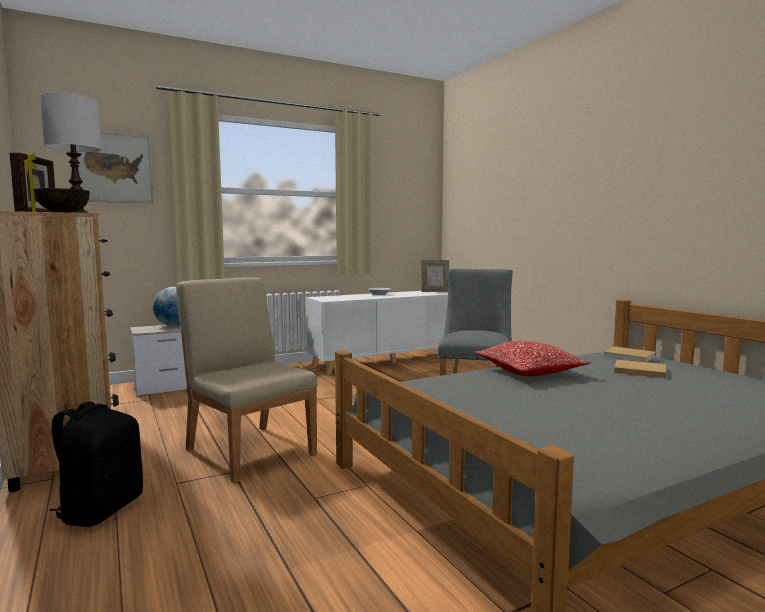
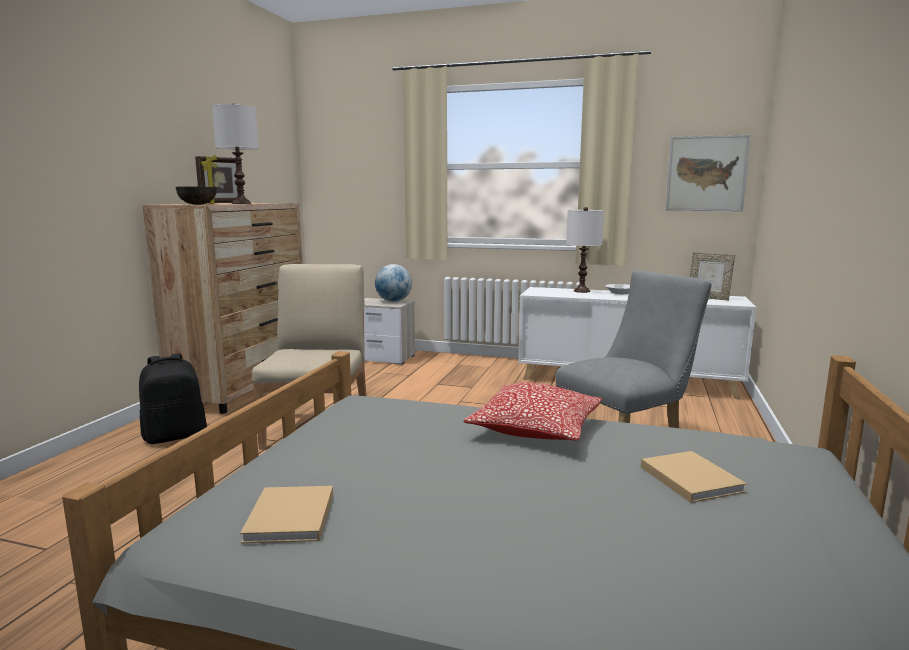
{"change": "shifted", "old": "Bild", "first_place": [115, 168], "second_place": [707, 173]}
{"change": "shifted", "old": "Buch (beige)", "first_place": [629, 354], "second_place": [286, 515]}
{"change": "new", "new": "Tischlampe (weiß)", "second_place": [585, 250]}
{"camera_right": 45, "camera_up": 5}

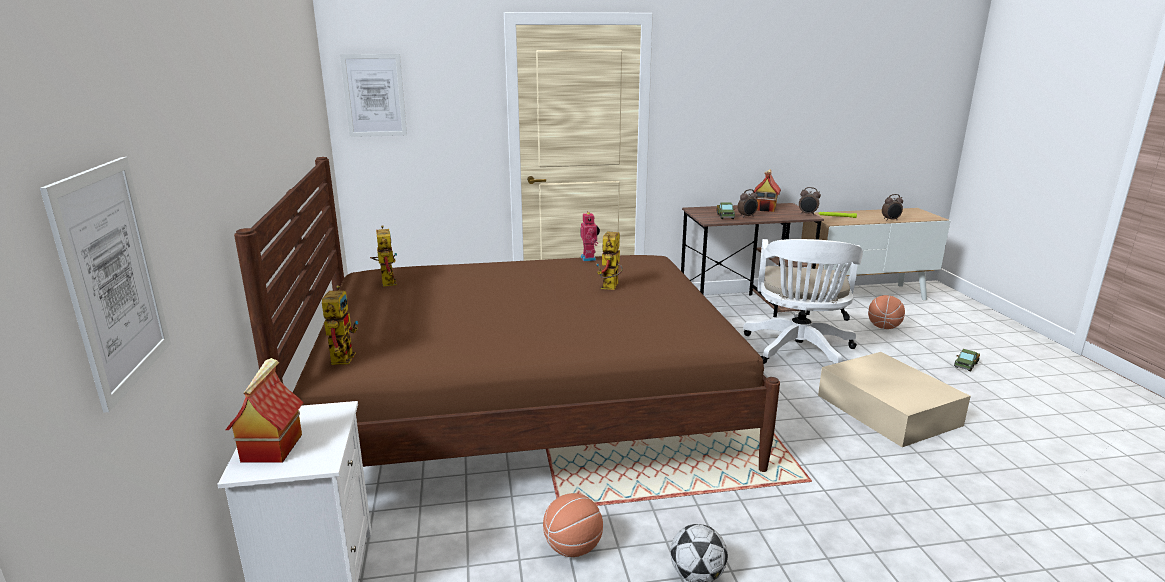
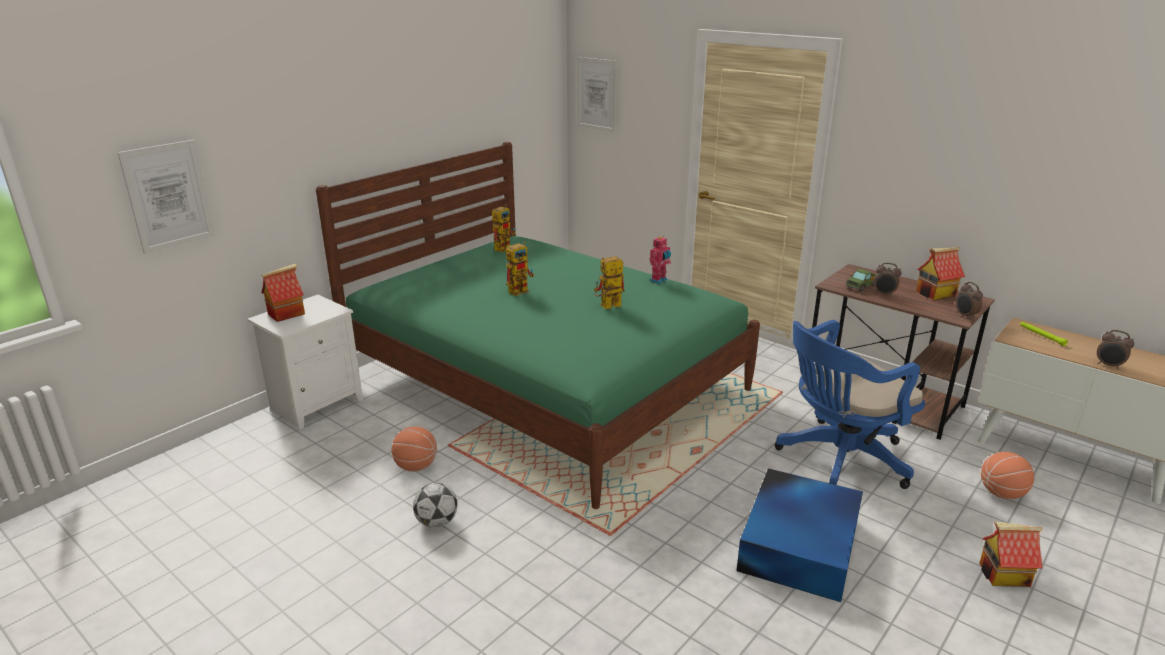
{"change": "repainted", "old": "Bett (braun)", "new": "Bett (grün)", "first_place": [507, 314], "second_place": [538, 325]}
{"change": "shifted", "old": "Spielzeugroboter", "first_place": [340, 325], "second_place": [520, 268]}
{"change": "repainted", "old": "Bürostuhl (weiß)", "new": "Bürostuhl (blau)", "first_place": [803, 301], "second_place": [849, 404]}
{"change": "repainted", "old": "Aufbewahrungsbox (beige)", "new": "Aufbewahrungsbox (blau)", "first_place": [894, 399], "second_place": [800, 535]}
{"change": "swapped", "old": "Spielzeuglaster", "new": "Spielzeughaus", "first_place": [967, 360], "second_place": [1011, 554]}
{"camera_right": 50, "camera_up": 5}

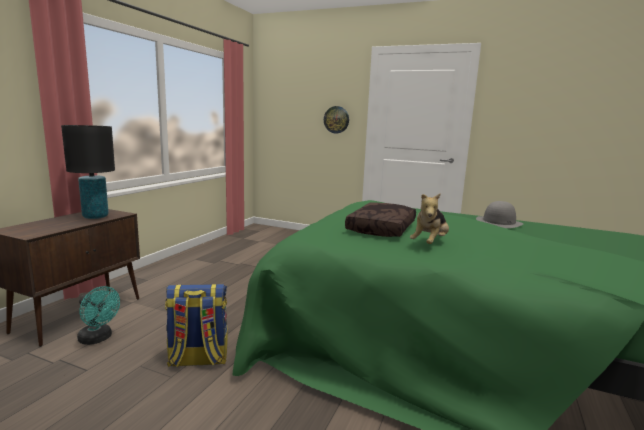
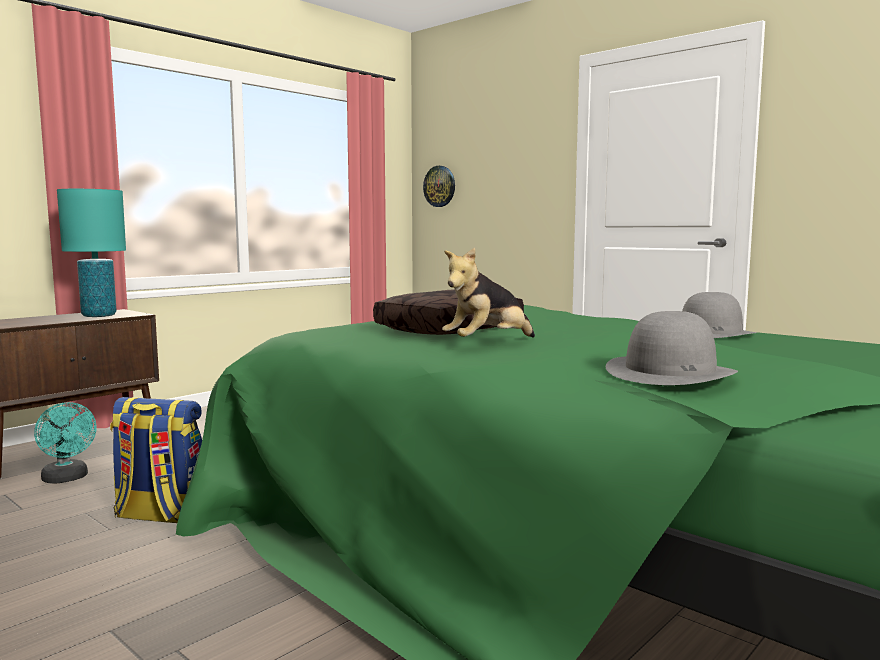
{"change": "repainted", "old": "Tischlampe (schwarz)", "new": "Tischlampe (türkis)", "first_place": [88, 172], "second_place": [91, 253]}
{"change": "shifted", "old": "Wanduhr", "first_place": [336, 119], "second_place": [439, 186]}
{"change": "new", "new": "Hut (grau)", "second_place": [672, 348]}
{"camera_right": 20, "camera_up": -5}

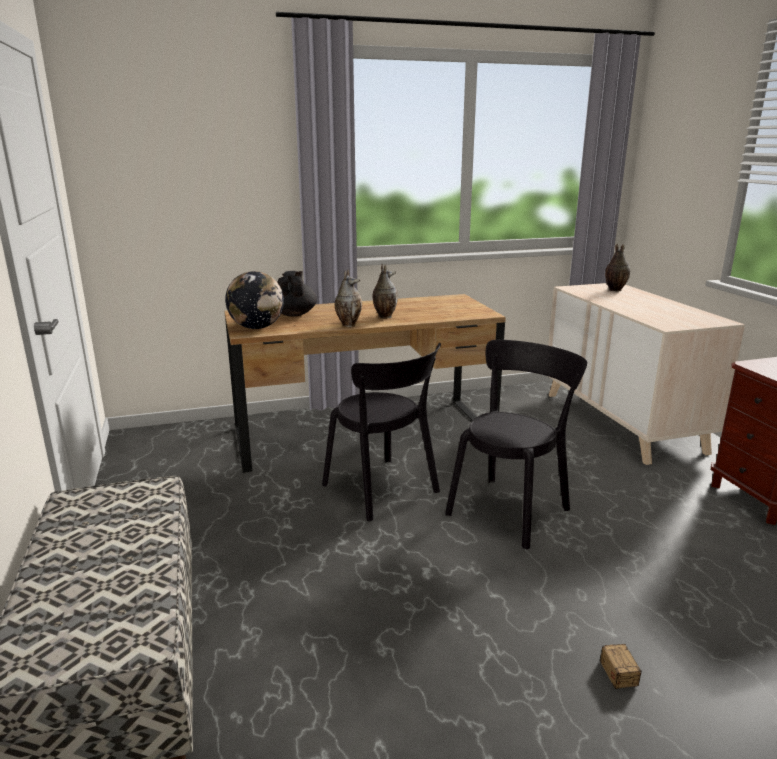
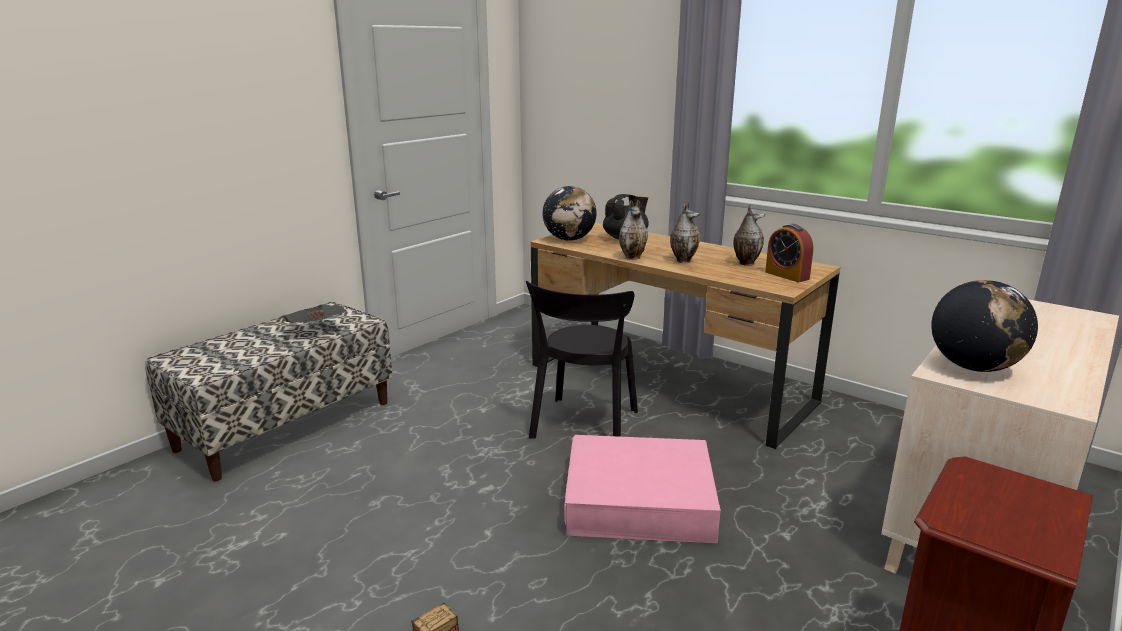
{"change": "swapped", "old": "Stuhl (schwarz)", "new": "Aufbewahrungsbox (rosa)", "first_place": [516, 444], "second_place": [642, 489]}
{"change": "shifted", "old": "Vase", "first_place": [617, 267], "second_place": [749, 235]}
{"change": "new", "new": "Zeitung", "second_place": [314, 314]}
{"change": "new", "new": "Wecker", "second_place": [789, 253]}
{"change": "new", "new": "Globus", "second_place": [984, 326]}
{"camera_right": 55, "camera_up": 0}

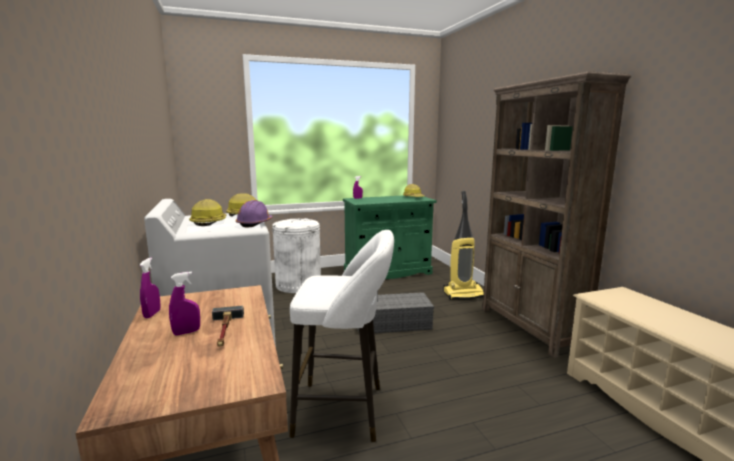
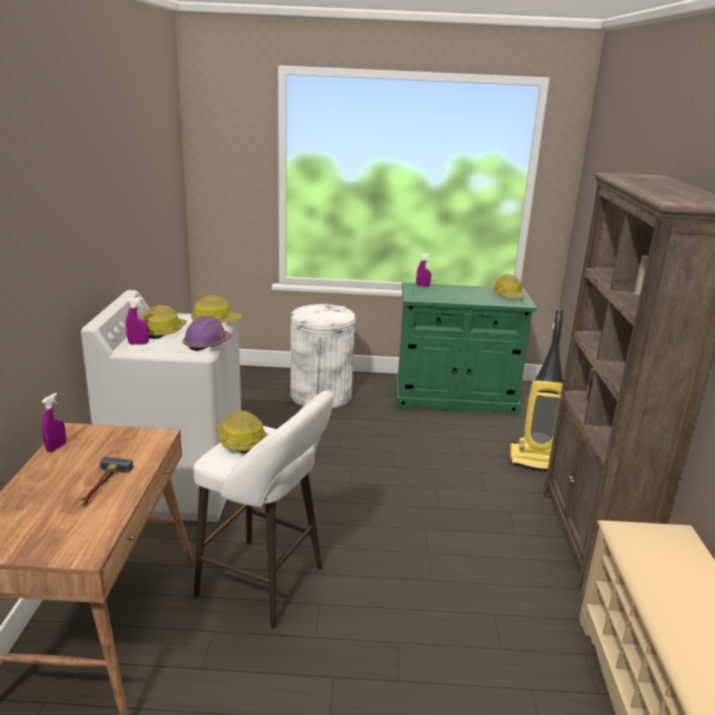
{"change": "shifted", "old": "Sprühflasche (lila)", "first_place": [184, 303], "second_place": [137, 321]}
{"change": "gone", "old": "Aufbewahrungsbox (grau)", "first_place": [396, 312]}
{"change": "new", "new": "Schutzhelm", "second_place": [241, 432]}
{"camera_right": 20, "camera_up": 10}

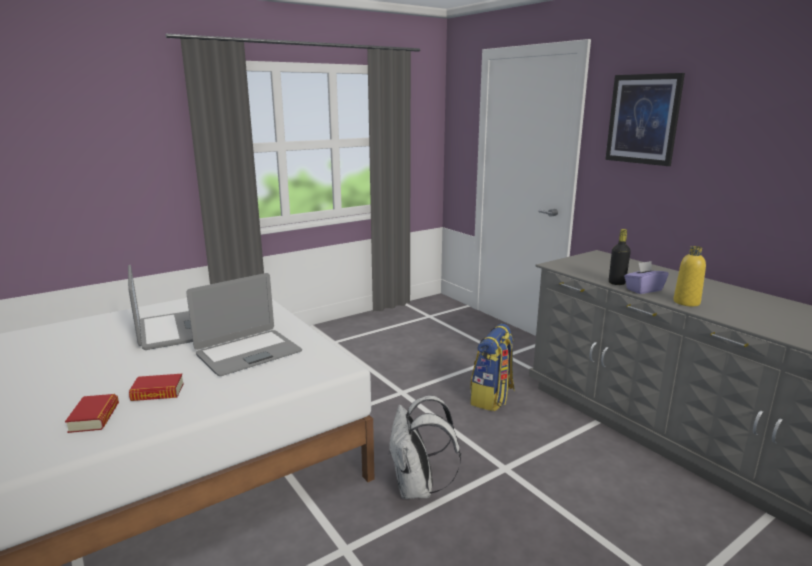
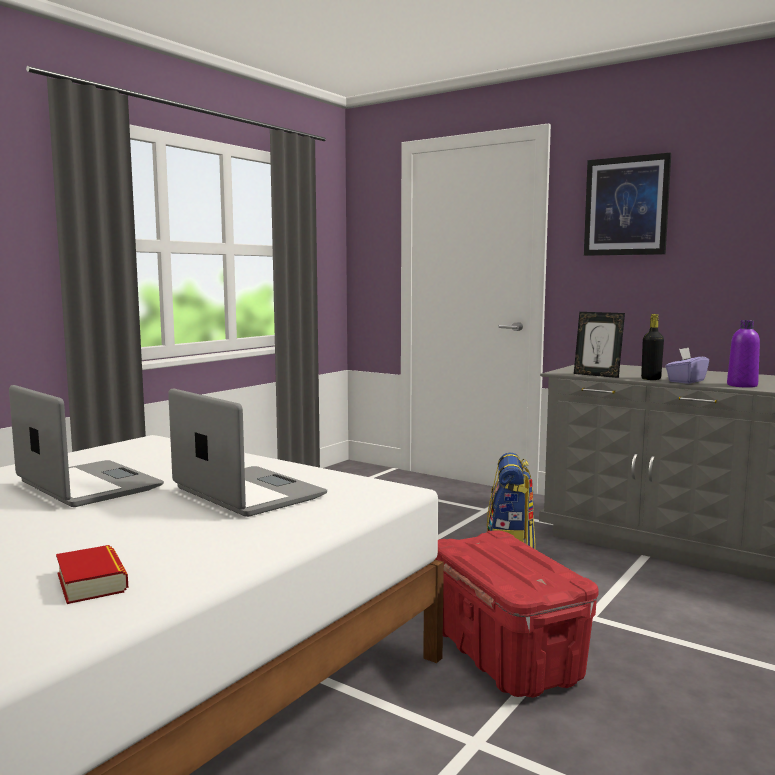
{"change": "gone", "old": "Buch", "first_place": [156, 387]}
{"change": "rotated", "old": "Laptop", "first_place": [244, 324], "second_place": [247, 452], "degrees": -75}
{"change": "swapped", "old": "Rucksack (weiß)", "new": "Aufbewahrungsbox (rot)", "first_place": [425, 447], "second_place": [517, 614]}
{"change": "repainted", "old": "Flasche (gelb)", "new": "Flasche (lila)", "first_place": [689, 276], "second_place": [743, 354]}
{"change": "new", "new": "Bilderrahmen", "second_place": [599, 345]}
{"camera_right": -20, "camera_up": -10}

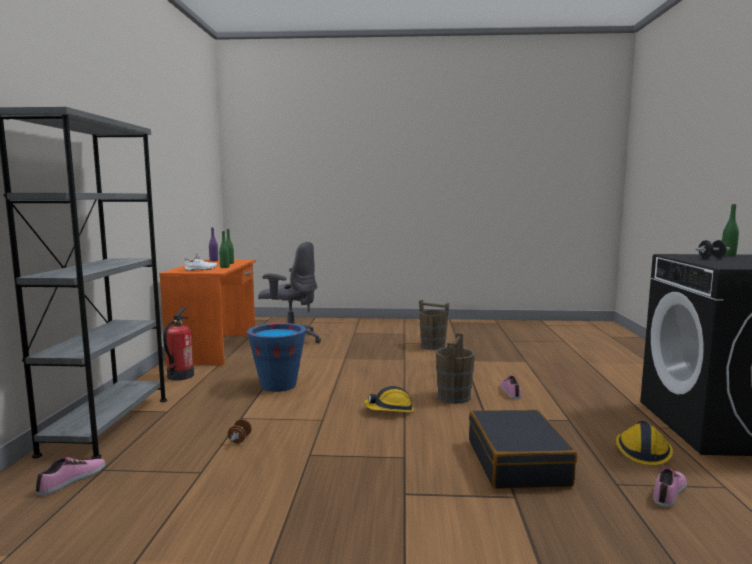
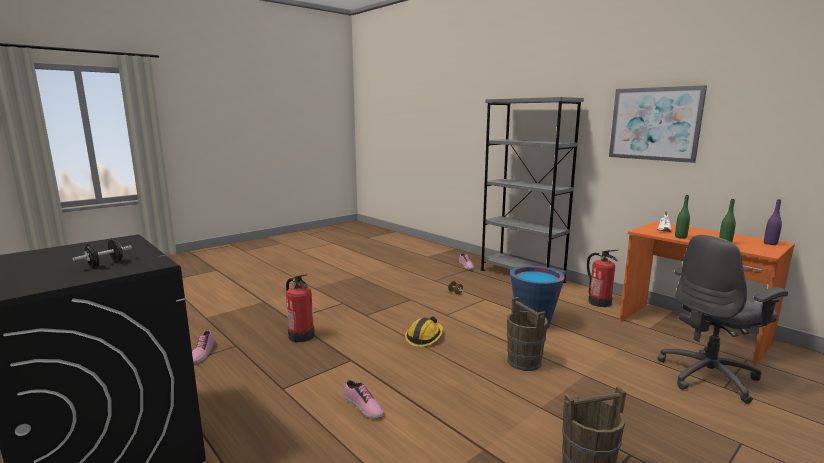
{"change": "shifted", "old": "Eimer (braun)", "first_place": [455, 368], "second_place": [527, 334]}
{"change": "swapped", "old": "Koffer (schwarz)", "new": "Feuerlöscher", "first_place": [523, 449], "second_place": [300, 308]}
{"change": "gone", "old": "Schutzhelm", "first_place": [644, 443]}
{"change": "gone", "old": "Flasche (grün)", "first_place": [730, 230]}
{"change": "new", "new": "Bild", "second_place": [658, 124]}
{"camera_right": 135, "camera_up": 5}

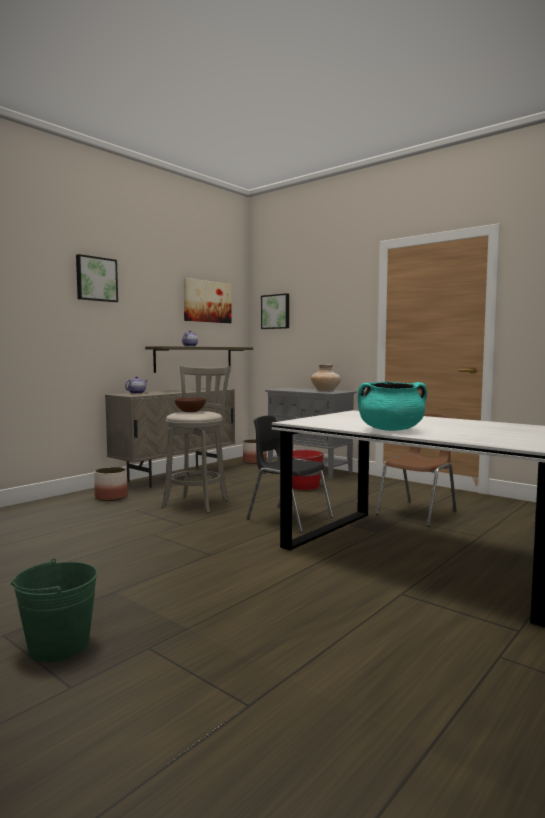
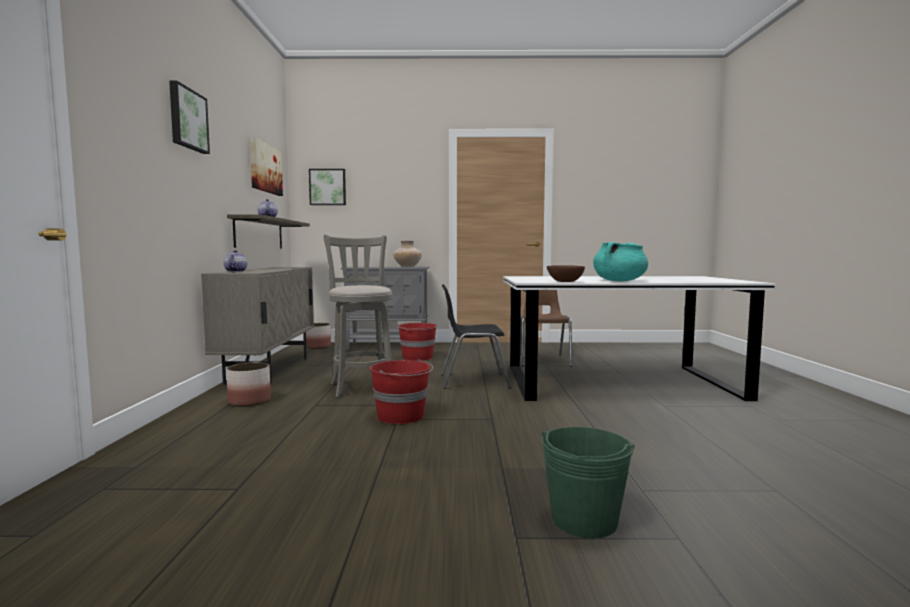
{"change": "shifted", "old": "Schüssel (braun)", "first_place": [190, 404], "second_place": [566, 273]}
{"change": "new", "new": "Eimer (rot)", "second_place": [401, 391]}
{"camera_right": -40, "camera_up": 0}

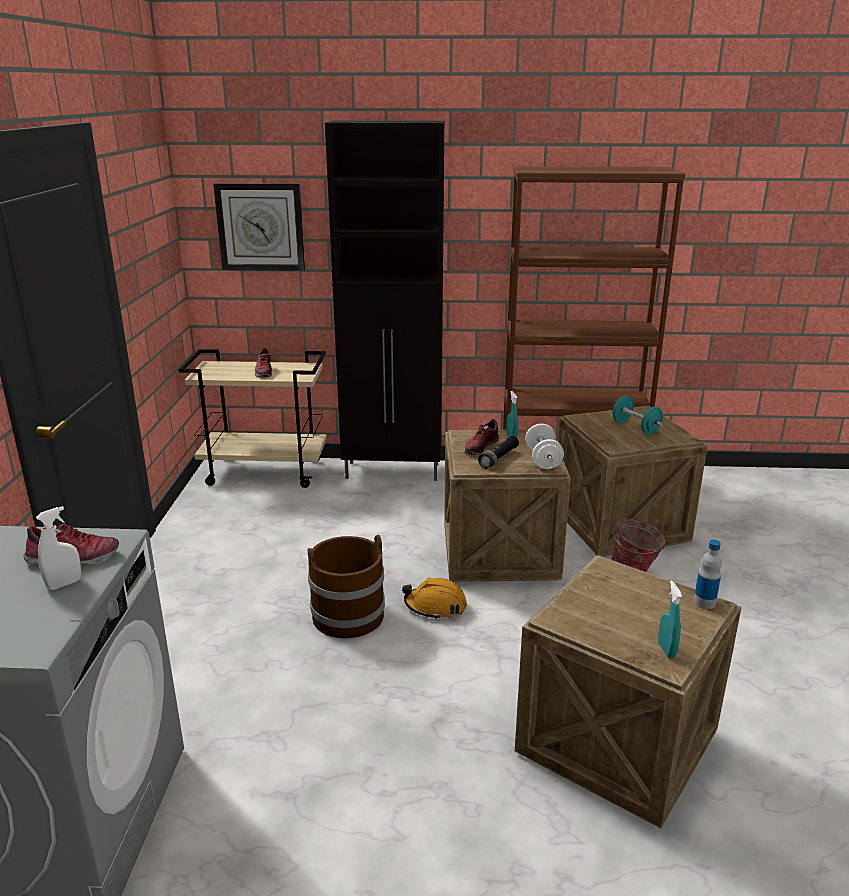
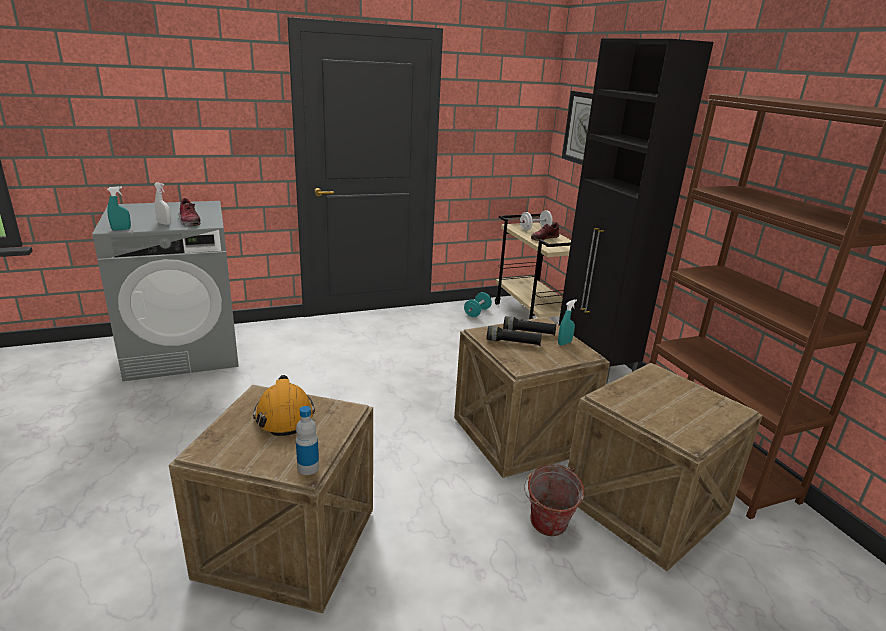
{"change": "gone", "old": "Eimer (braun)", "first_place": [346, 586]}
{"change": "shifted", "old": "Schutzhelm (orange)", "first_place": [434, 599], "second_place": [284, 405]}
{"change": "swapped", "old": "Schuh", "new": "Taschenlampe (schwarz)", "first_place": [481, 437], "second_place": [529, 325]}
{"change": "shifted", "old": "Hantel (weiß)", "first_place": [544, 446], "second_place": [536, 220]}
{"change": "shifted", "old": "Hantel (türkis)", "first_place": [638, 415], "second_place": [478, 304]}
{"change": "shifted", "old": "Sprühflasche (türkis)", "first_place": [670, 619], "second_place": [119, 208]}
{"camera_right": 65, "camera_up": 0}

